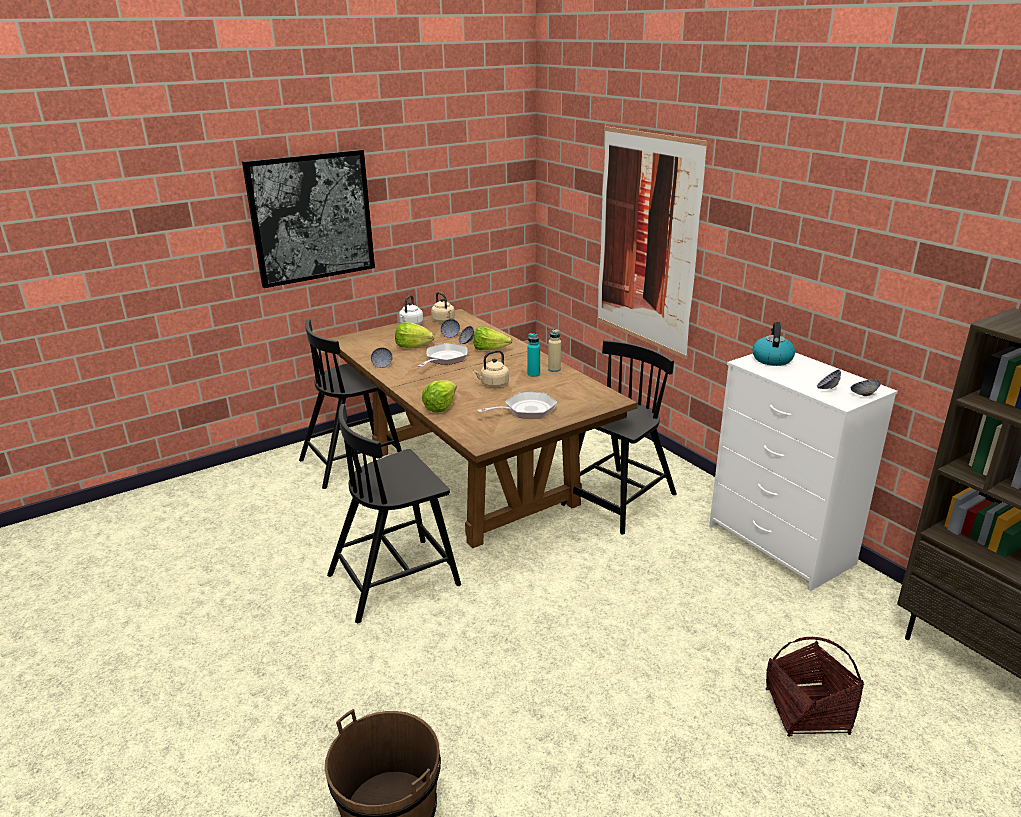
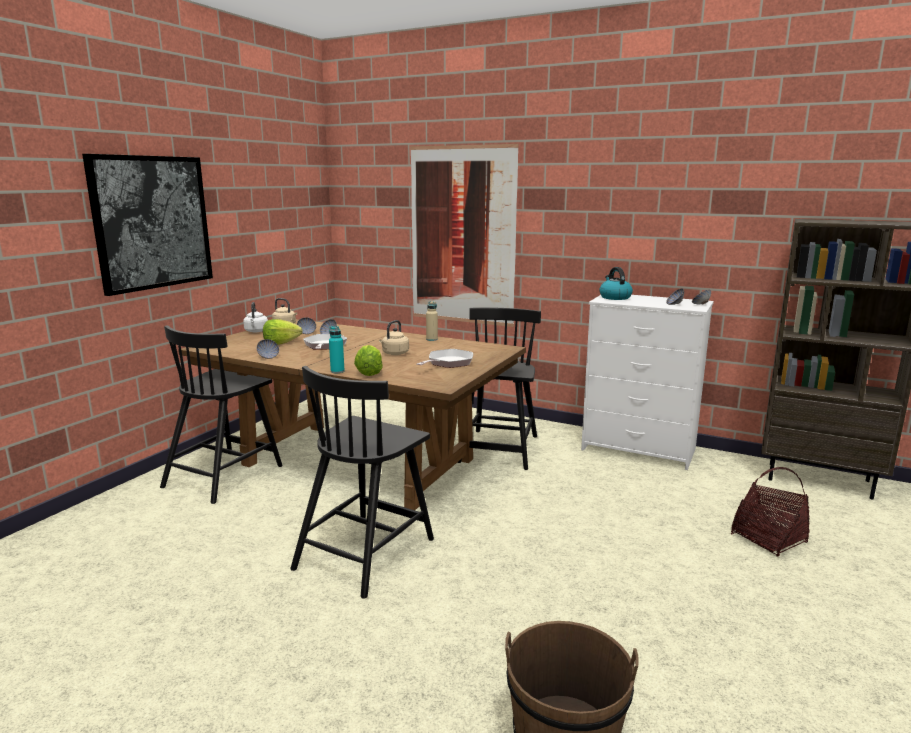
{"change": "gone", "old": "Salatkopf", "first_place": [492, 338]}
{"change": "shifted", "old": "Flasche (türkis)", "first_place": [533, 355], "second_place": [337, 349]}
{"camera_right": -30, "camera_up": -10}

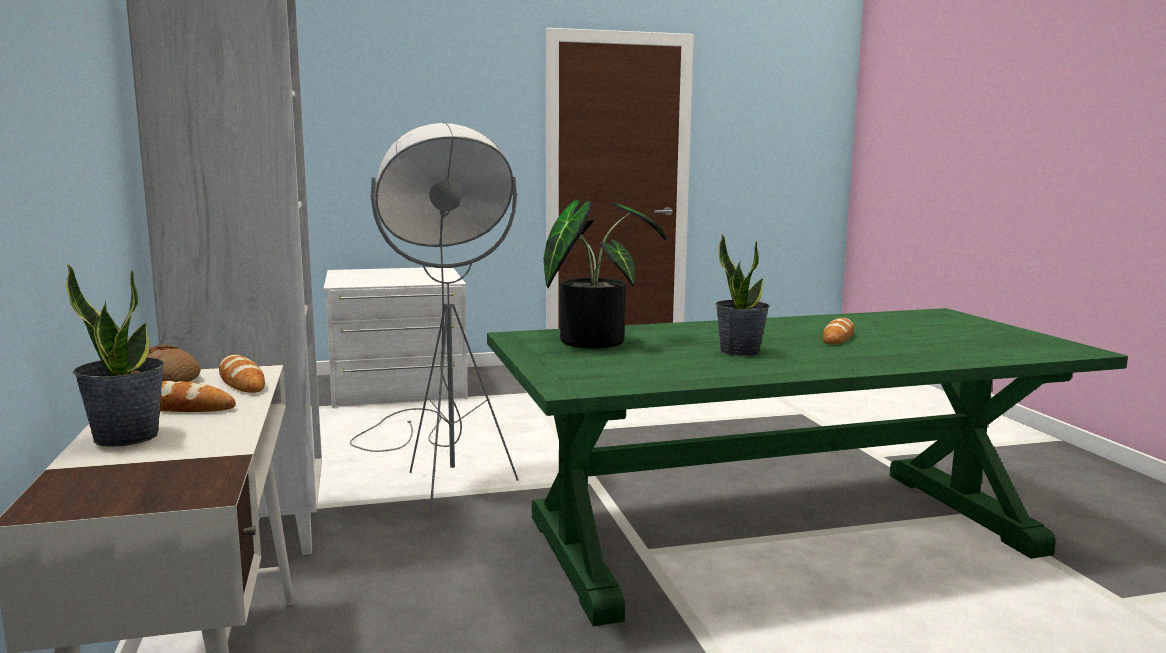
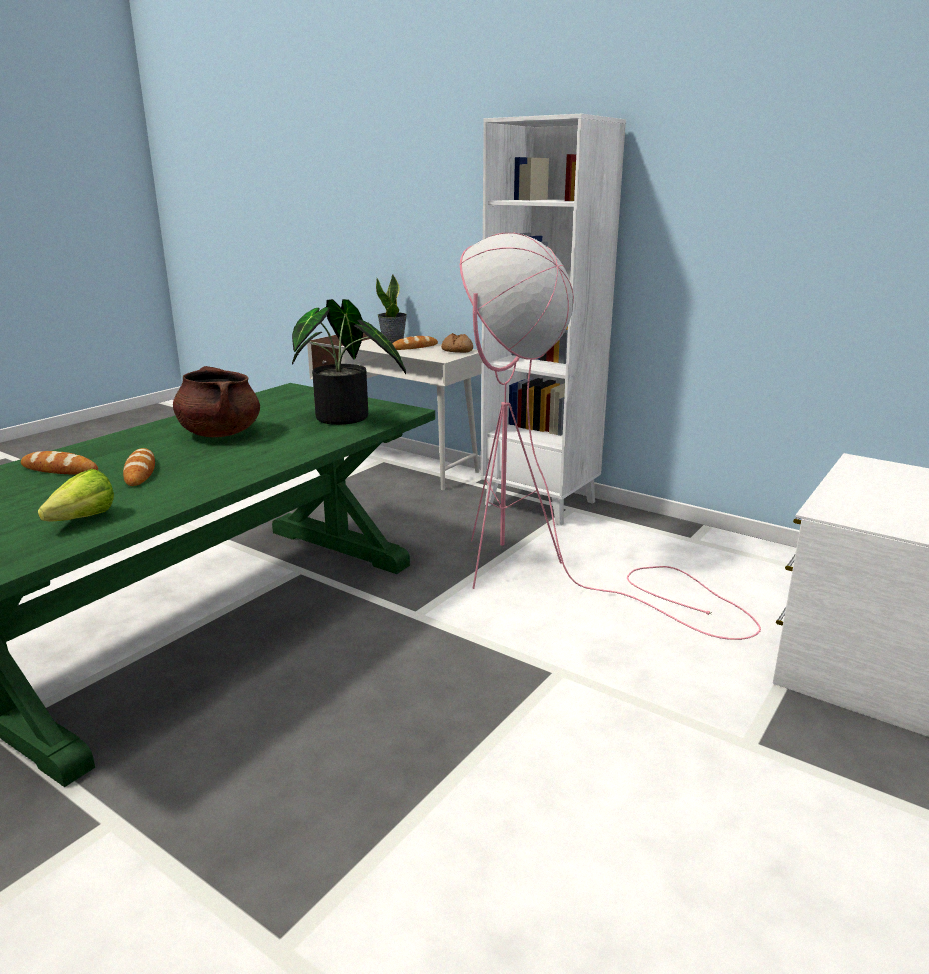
{"change": "shifted", "old": "Brot", "first_place": [242, 374], "second_place": [59, 463]}
{"change": "repainted", "old": "Stehlampe (grau)", "new": "Stehlampe (rosa)", "first_place": [434, 319], "second_place": [610, 436]}
{"change": "swapped", "old": "Topfpflanze", "new": "Kochtopf (braun)", "first_place": [742, 295], "second_place": [216, 401]}
{"change": "new", "new": "Salatkopf", "second_place": [76, 495]}
{"camera_right": 140, "camera_up": 10}

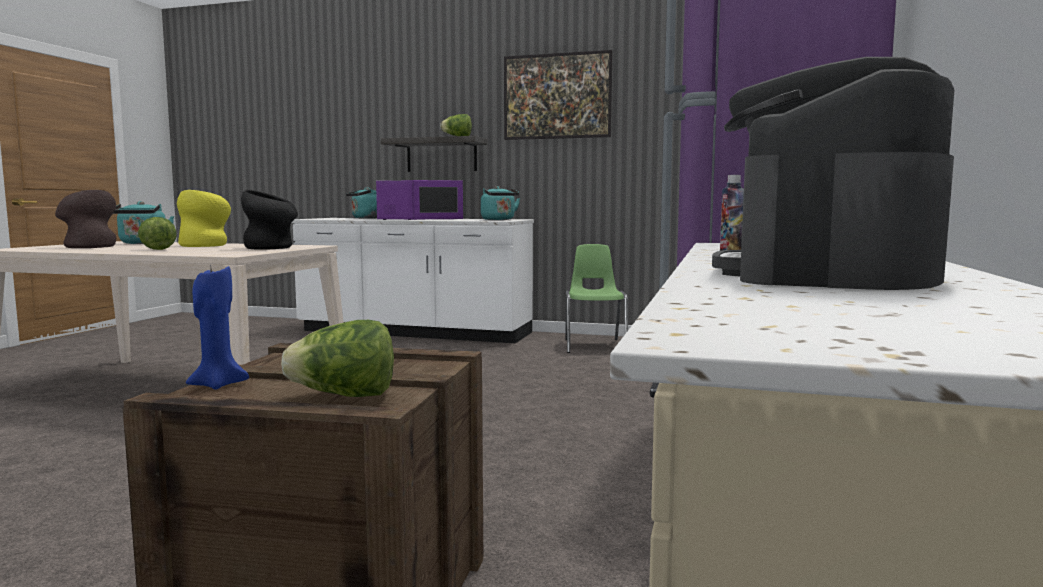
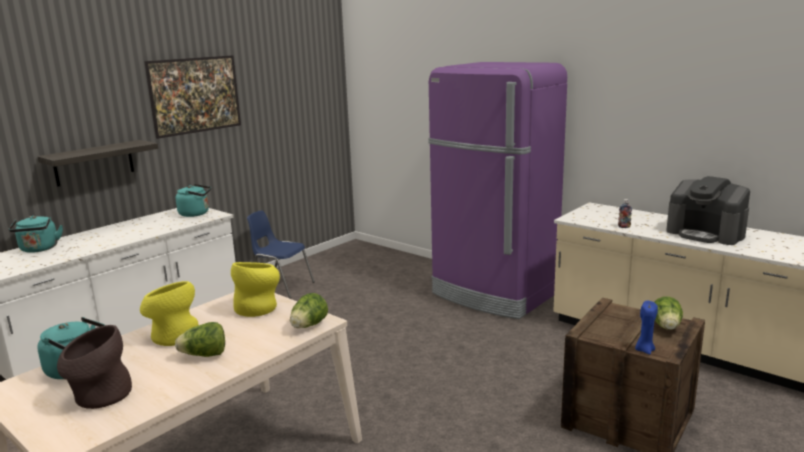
{"change": "repainted", "old": "Vase (schwarz)", "new": "Vase (gelb)", "first_place": [269, 220], "second_place": [255, 289]}
{"change": "gone", "old": "Mikrowelle (lila)", "first_place": [419, 200]}
{"change": "shifted", "old": "Salatkopf", "first_place": [456, 125], "second_place": [309, 310]}
{"change": "repainted", "old": "Stuhl (grün)", "new": "Stuhl (blau)", "first_place": [596, 298], "second_place": [281, 254]}
{"camera_right": -65, "camera_up": 10}

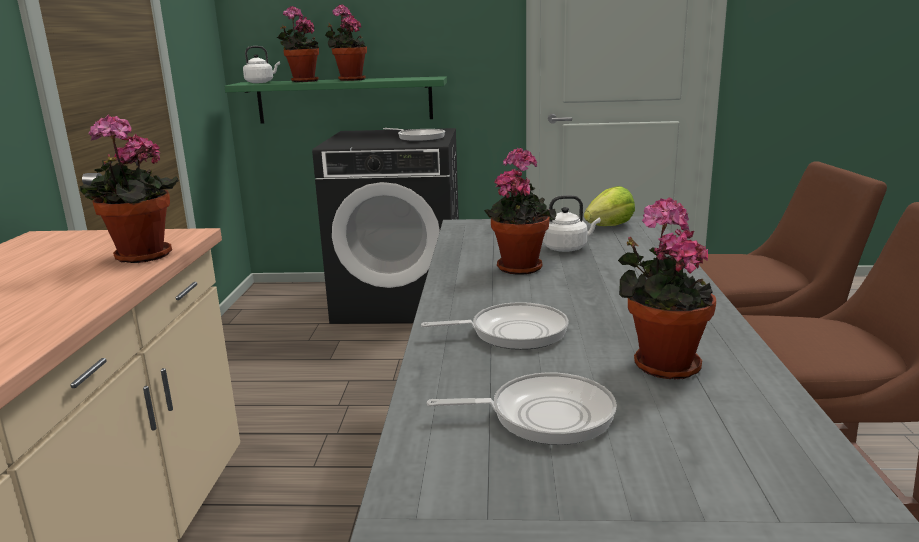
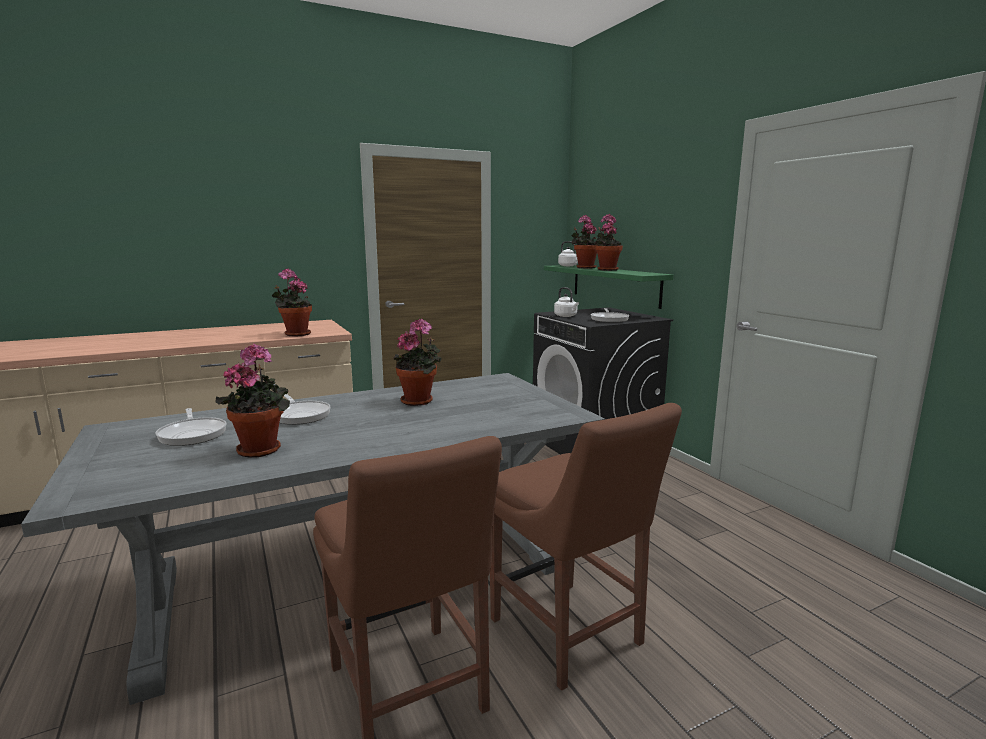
{"change": "shifted", "old": "Wasserkessel (weiß)", "first_place": [572, 223], "second_place": [566, 302]}
{"change": "gone", "old": "Salatkopf", "first_place": [609, 206]}
{"camera_right": 60, "camera_up": -5}

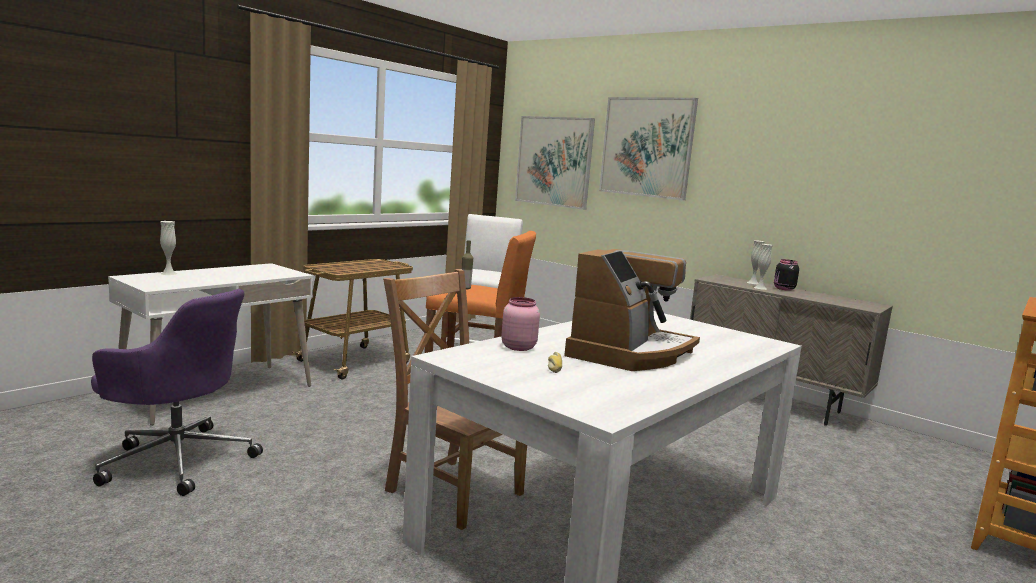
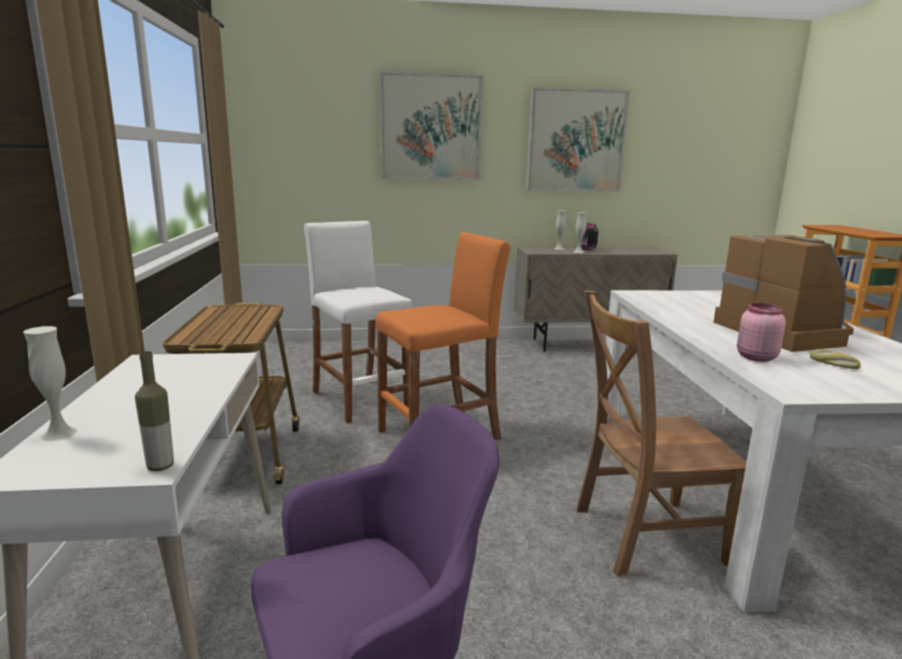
{"change": "shifted", "old": "Flasche", "first_place": [467, 265], "second_place": [154, 411]}
{"change": "shifted", "old": "Bild", "first_place": [555, 163], "second_place": [578, 139]}
{"camera_right": -45, "camera_up": 5}

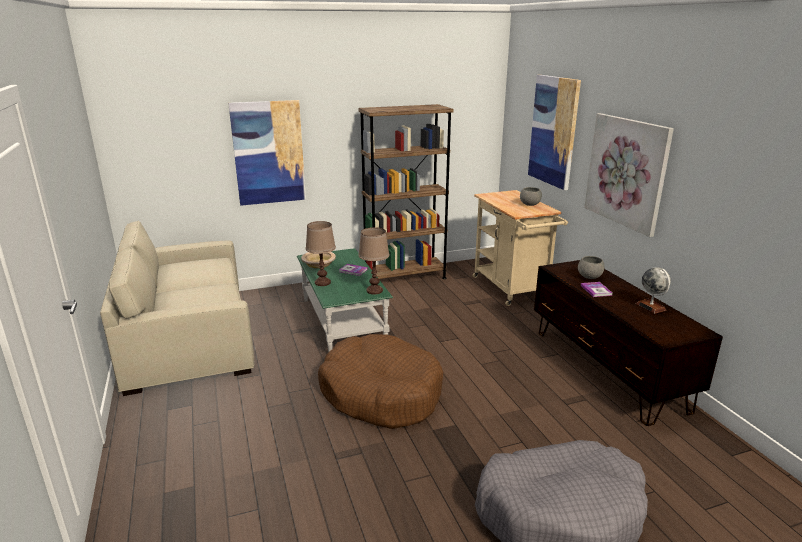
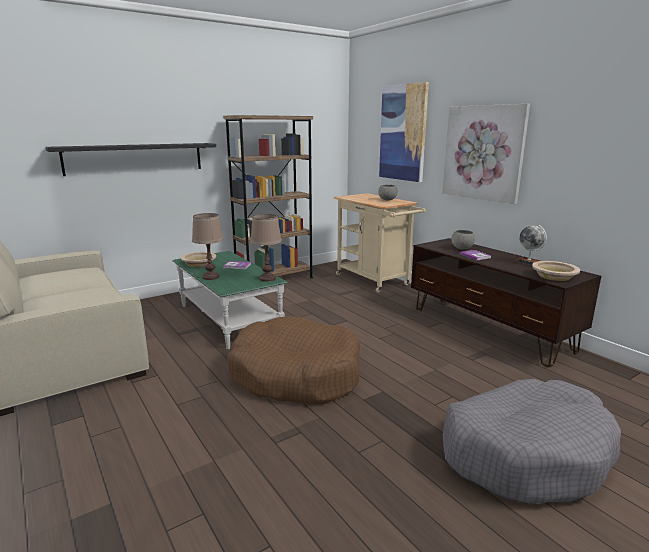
{"change": "swapped", "old": "Bild", "new": "Wandregal (schwarz)", "first_place": [267, 153], "second_place": [130, 159]}
{"change": "new", "new": "Schüssel (beige)", "second_place": [556, 271]}
{"camera_right": -15, "camera_up": -5}

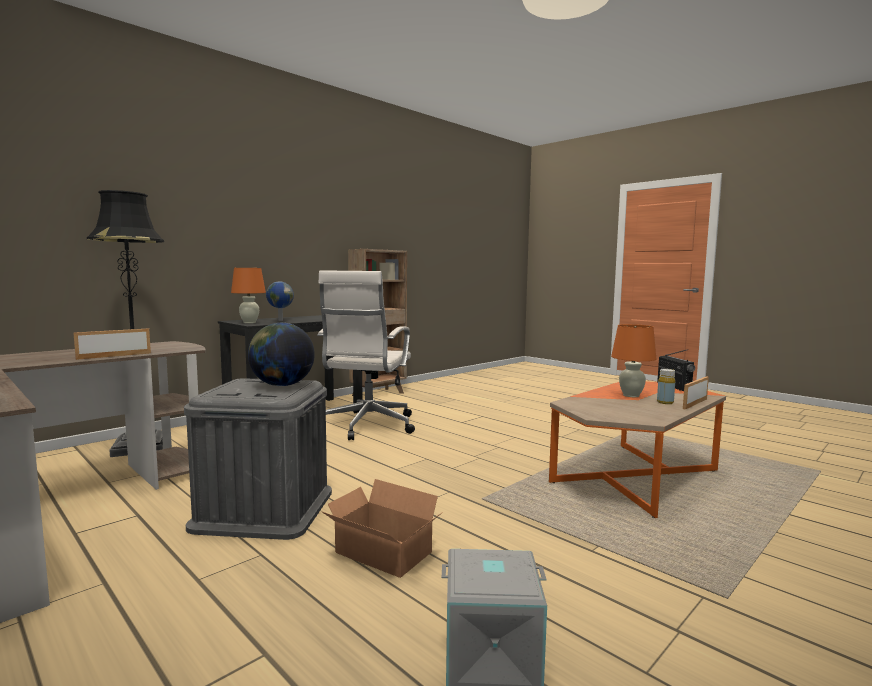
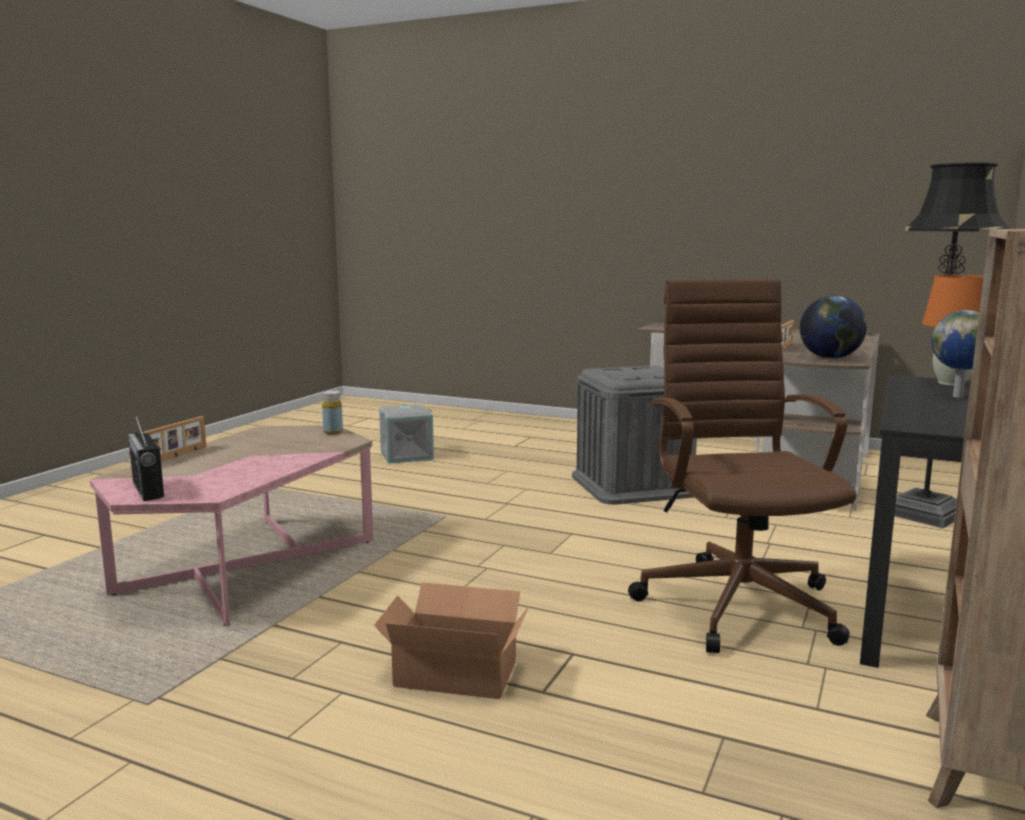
{"change": "shifted", "old": "Globus", "first_place": [281, 354], "second_place": [833, 327]}
{"change": "repainted", "old": "Bürostuhl (weiß)", "new": "Bürostuhl (braun)", "first_place": [366, 355], "second_place": [742, 466]}
{"change": "shifted", "old": "Karton", "first_place": [382, 528], "second_place": [451, 640]}
{"change": "repainted", "old": "Couchtisch (orange)", "new": "Couchtisch (rosa)", "first_place": [637, 449], "second_place": [231, 526]}
{"change": "gone", "old": "Tischlampe (orange)", "first_place": [634, 360]}
{"change": "shifted", "old": "Flasche (gelb)", "first_place": [666, 386], "second_place": [332, 412]}
{"camera_right": 160, "camera_up": 5}

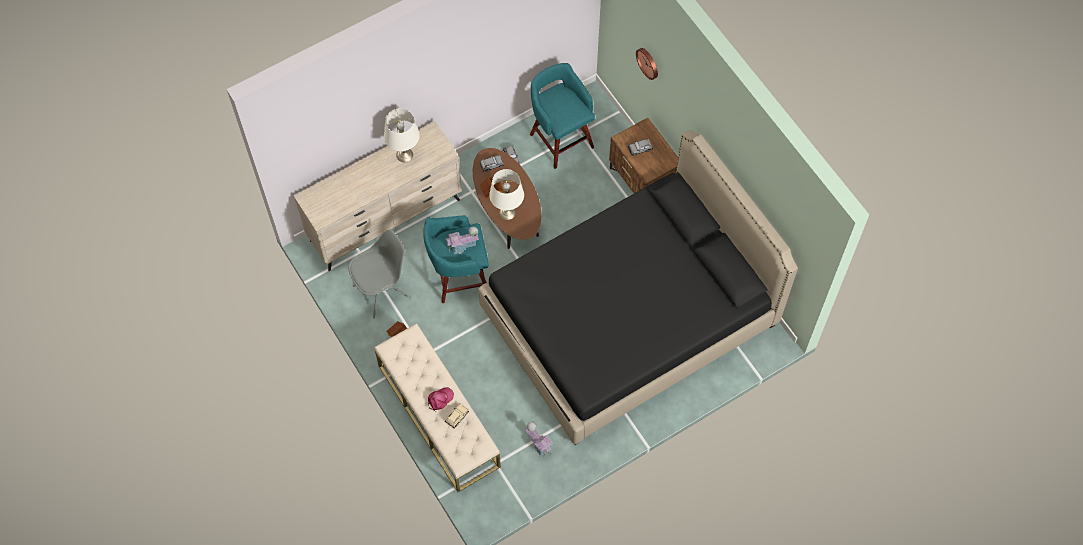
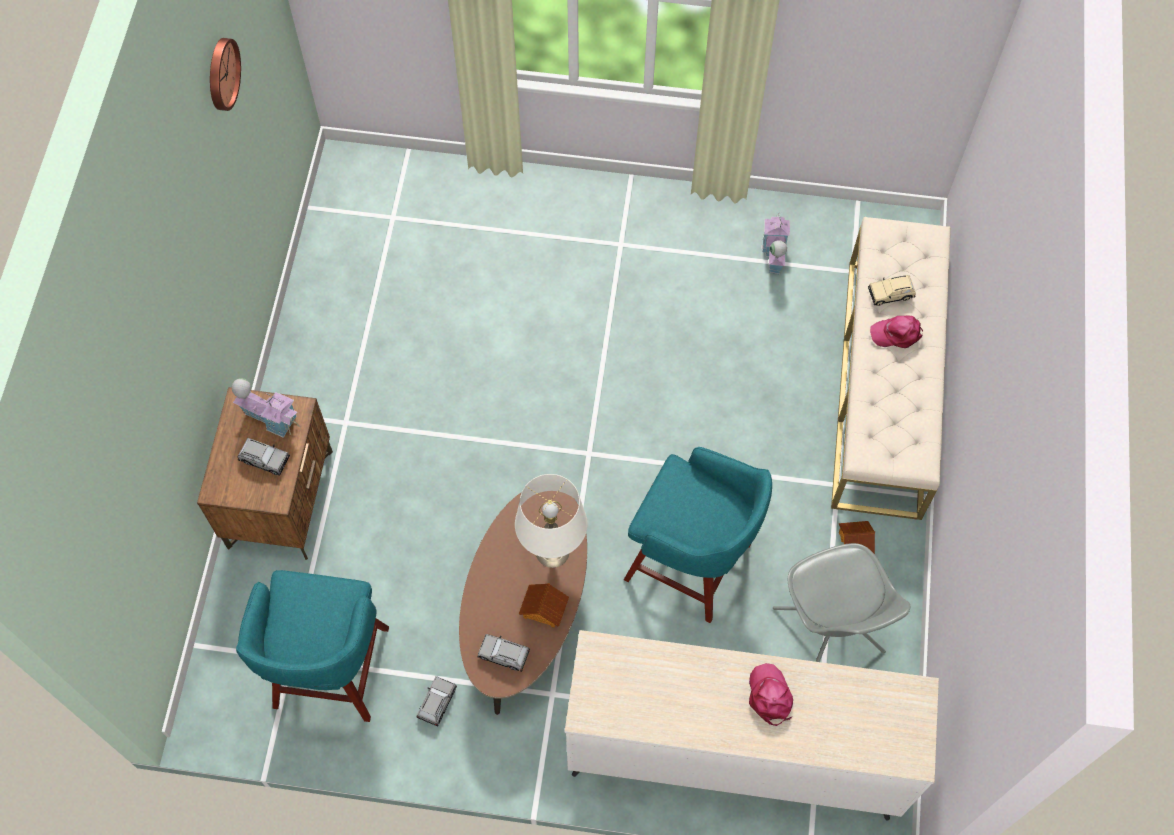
{"change": "rotated", "old": "Stuhl (grau)", "first_place": [379, 273], "second_place": [841, 602], "degrees": -120}
{"change": "gone", "old": "Tischlampe (weiß)", "first_place": [402, 135]}
{"change": "shifted", "old": "Spielzeughaus", "first_place": [462, 240], "second_place": [265, 408]}
{"change": "gone", "old": "Bett (schwarz)", "first_place": [638, 287]}
{"change": "shifted", "old": "Wanduhr", "first_place": [647, 64], "second_place": [225, 74]}
{"change": "new", "new": "Kappe (rosa)", "second_place": [771, 694]}
{"camera_right": -140, "camera_up": 0}

